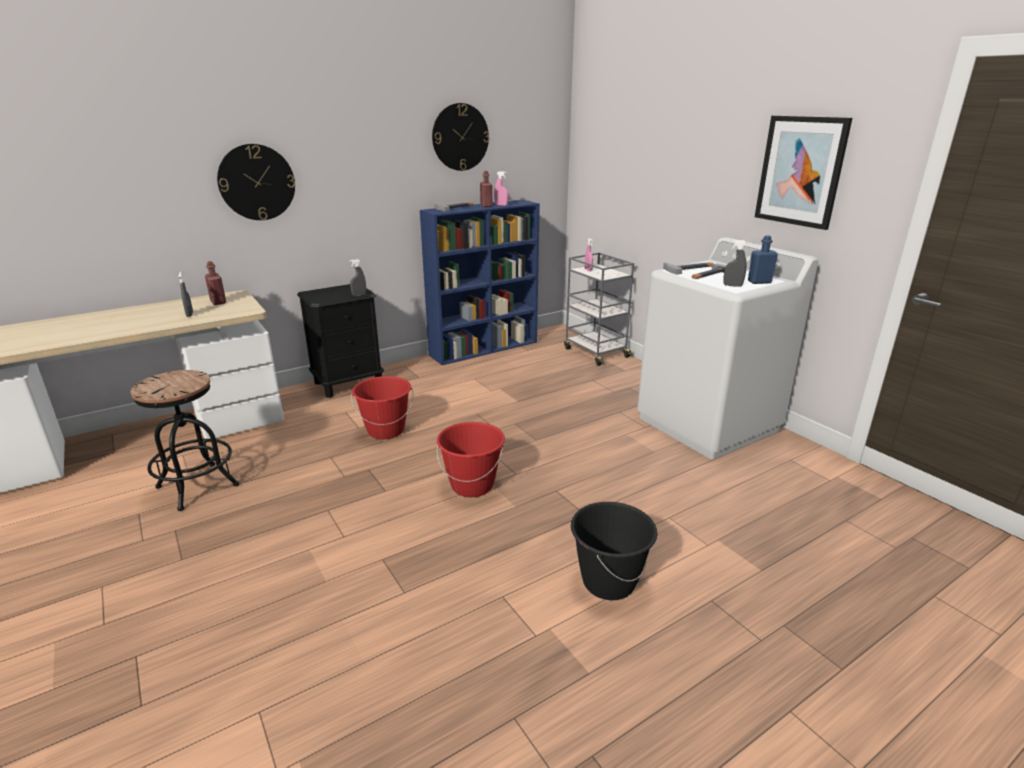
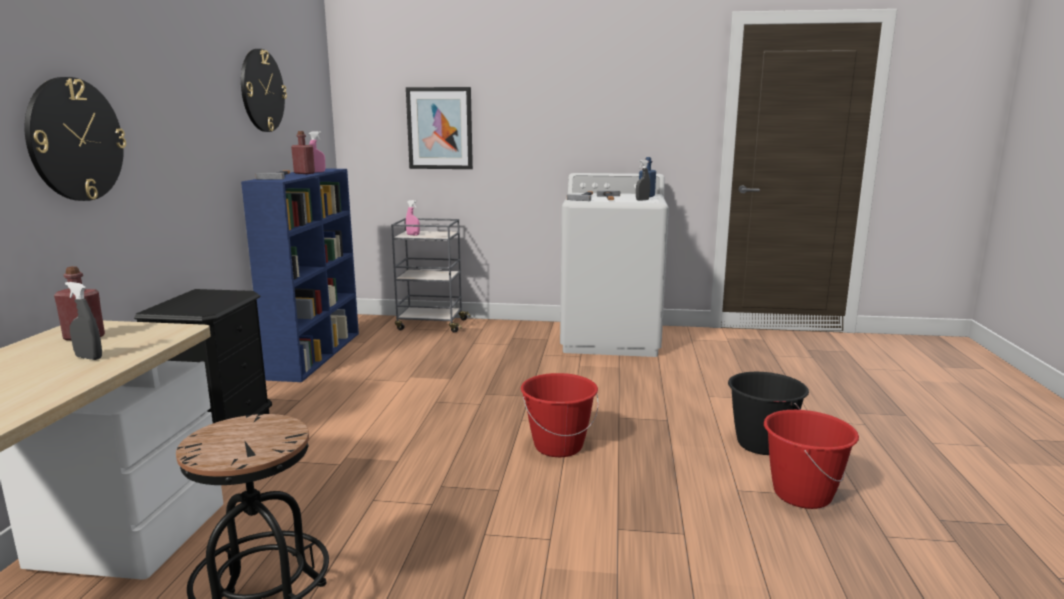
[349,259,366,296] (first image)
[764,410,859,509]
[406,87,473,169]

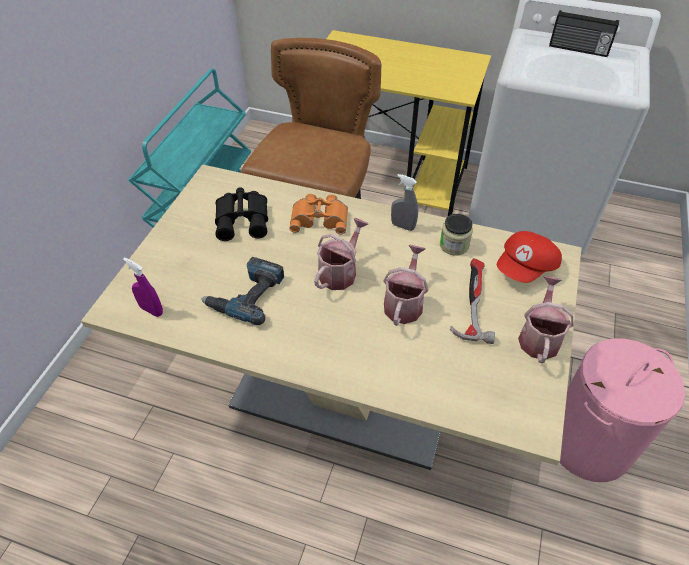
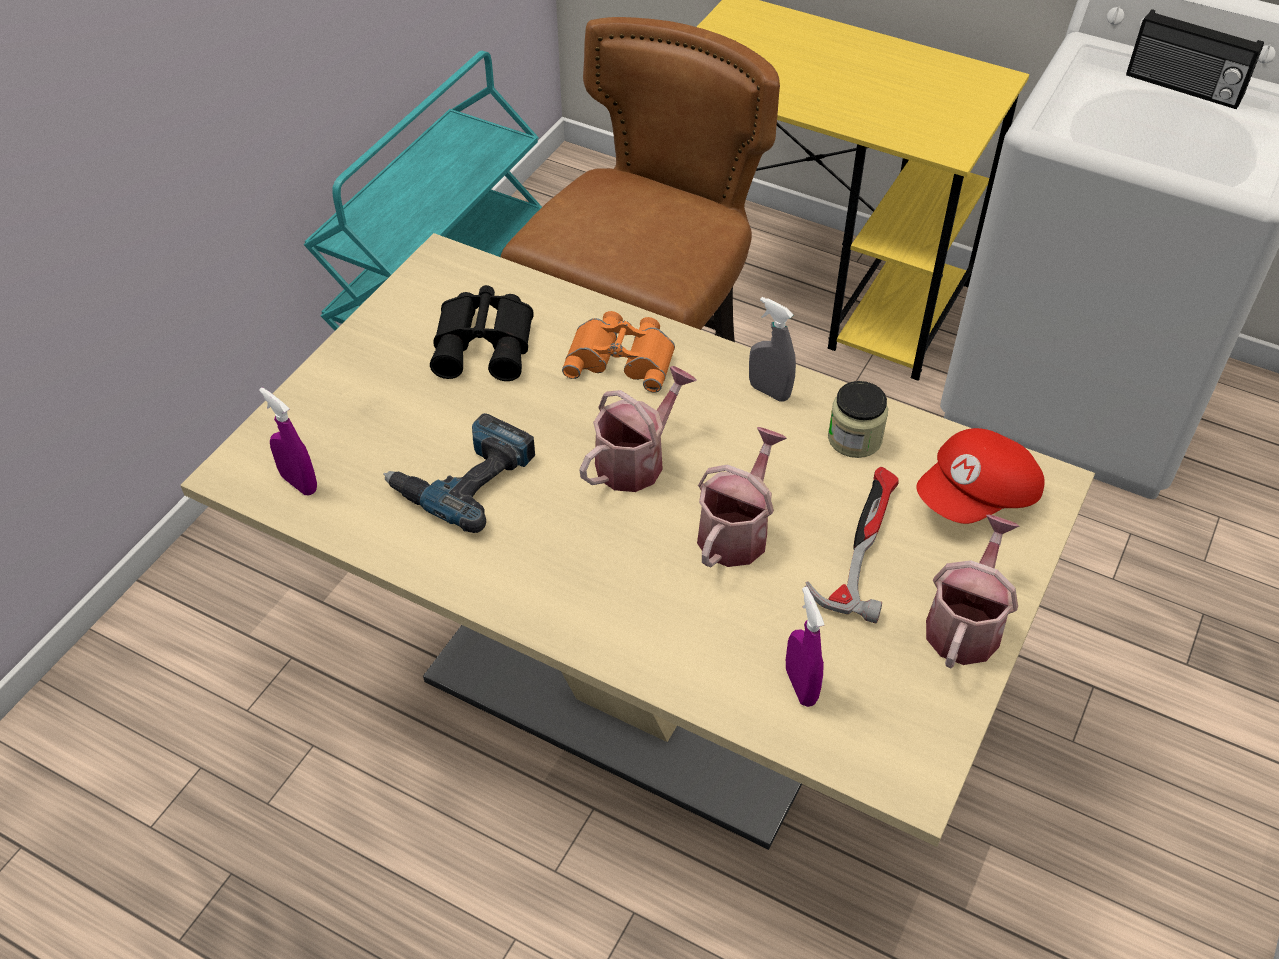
[559,339,685,482] (first image)
[786,587,824,707]

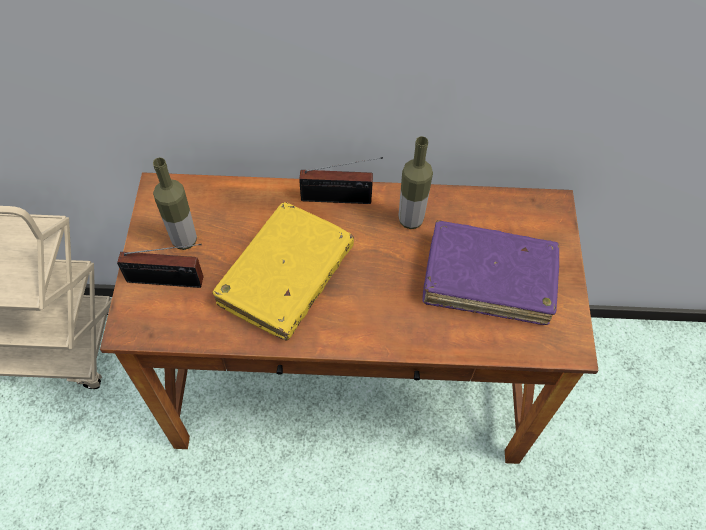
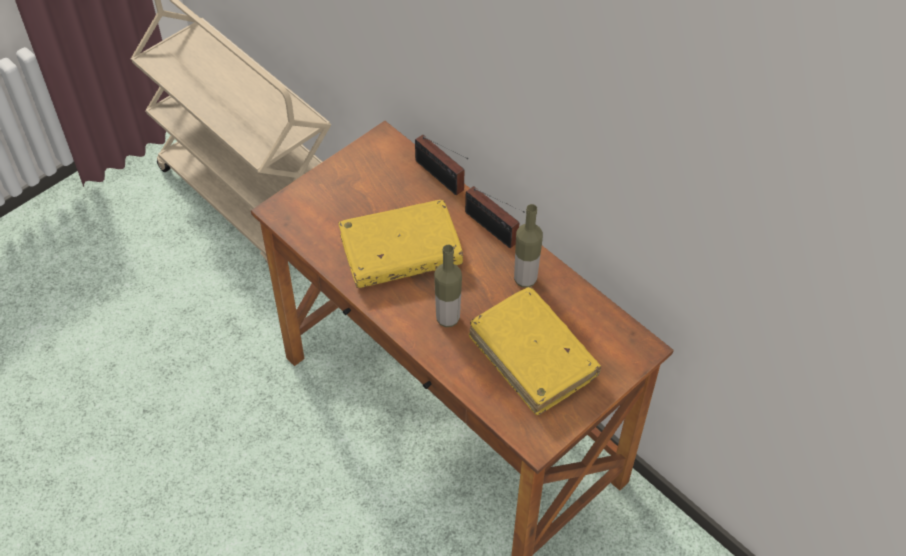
[415,135,468,195]
[434,245,462,327]
[469,287,601,415]

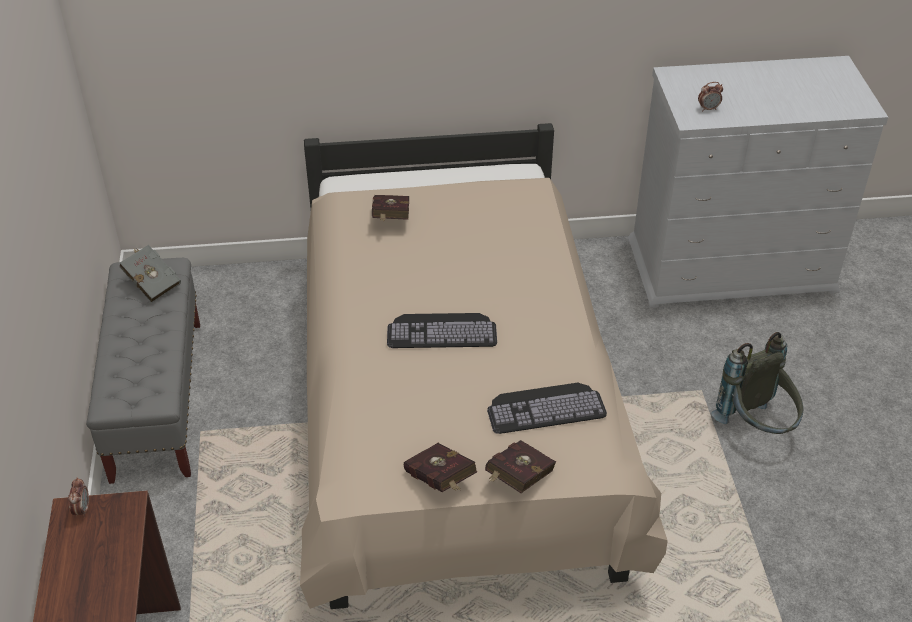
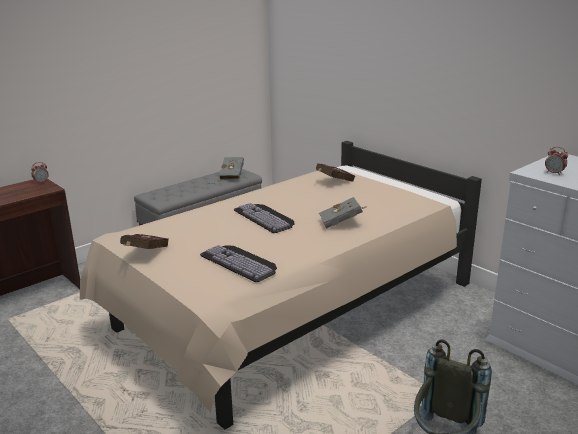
[485,440,556,493] (first image)
[319,197,367,229]

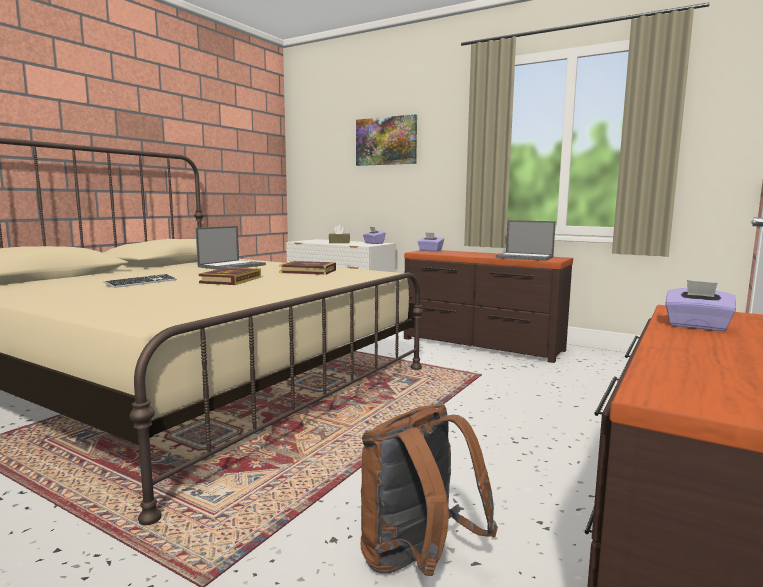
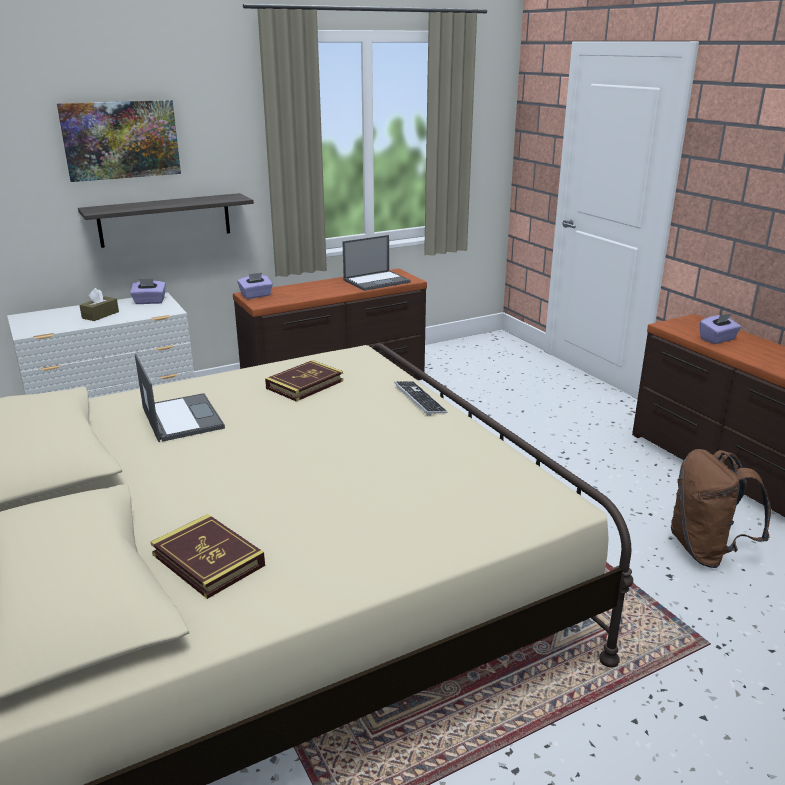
[394,381,448,415]
[151,514,265,599]
[78,193,254,248]

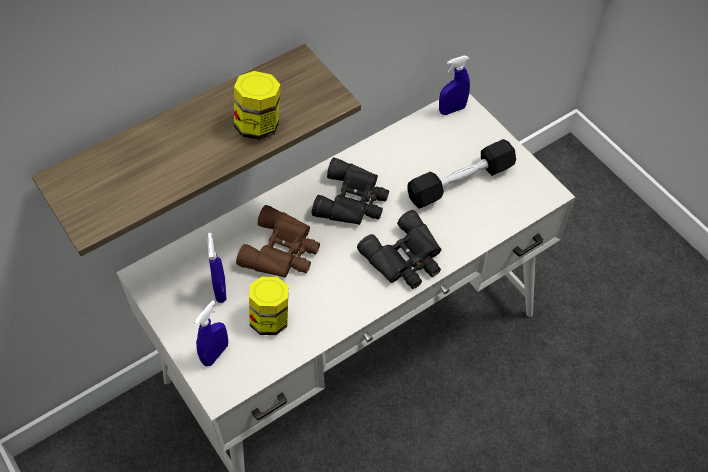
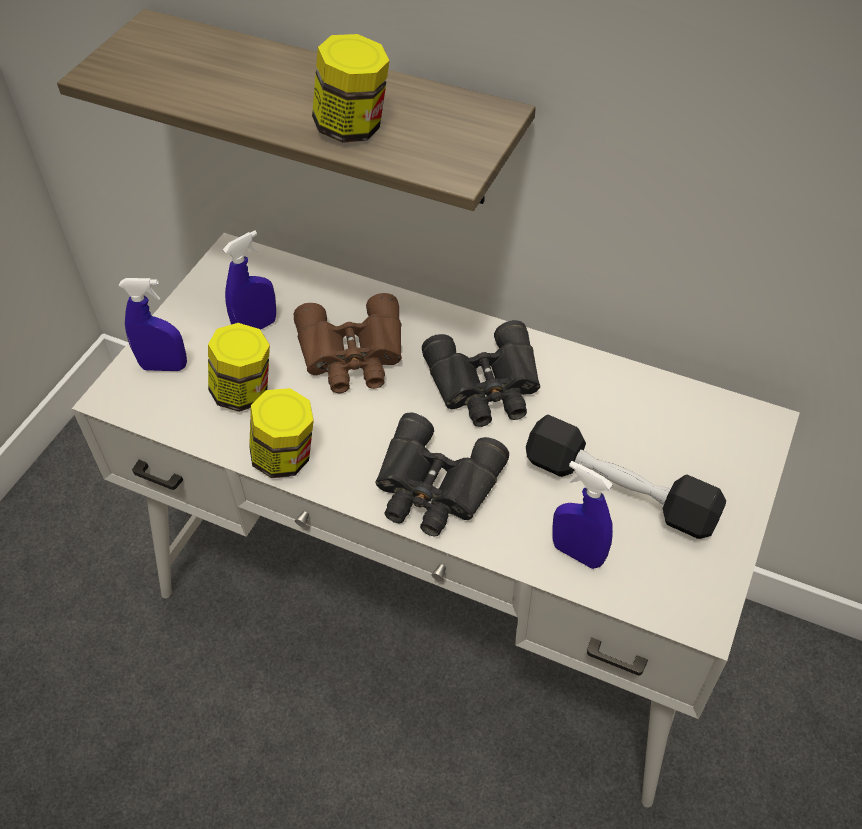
[552,461,613,569]
[249,388,314,478]

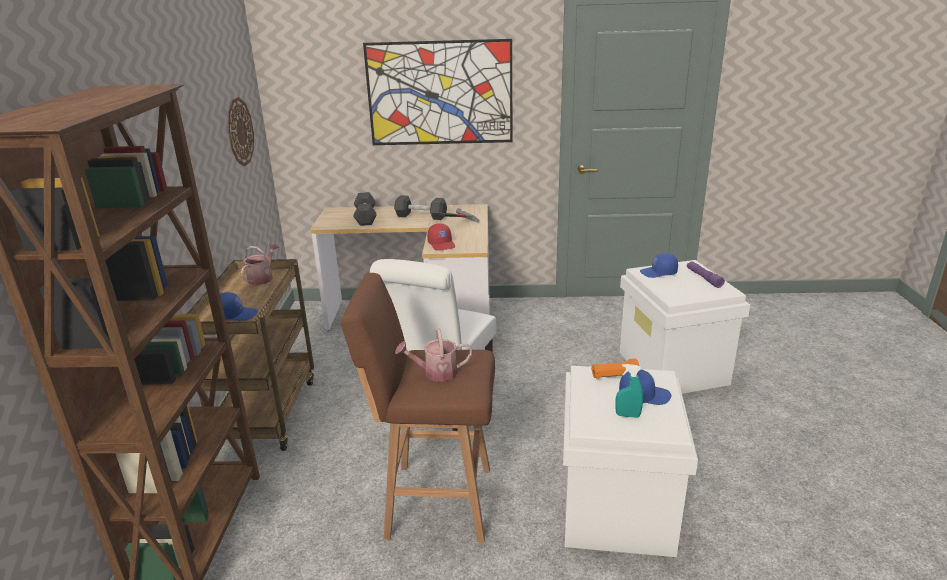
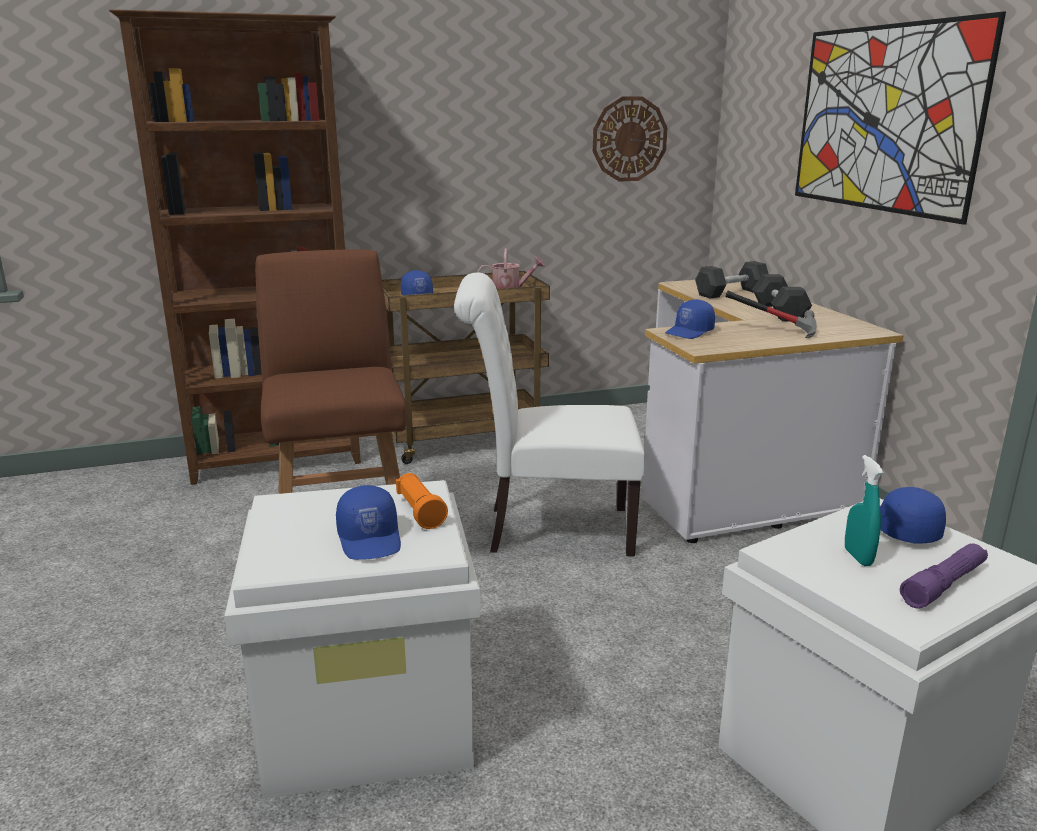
[395,328,472,382] (first image)
[665,299,715,339]
[845,455,884,566]

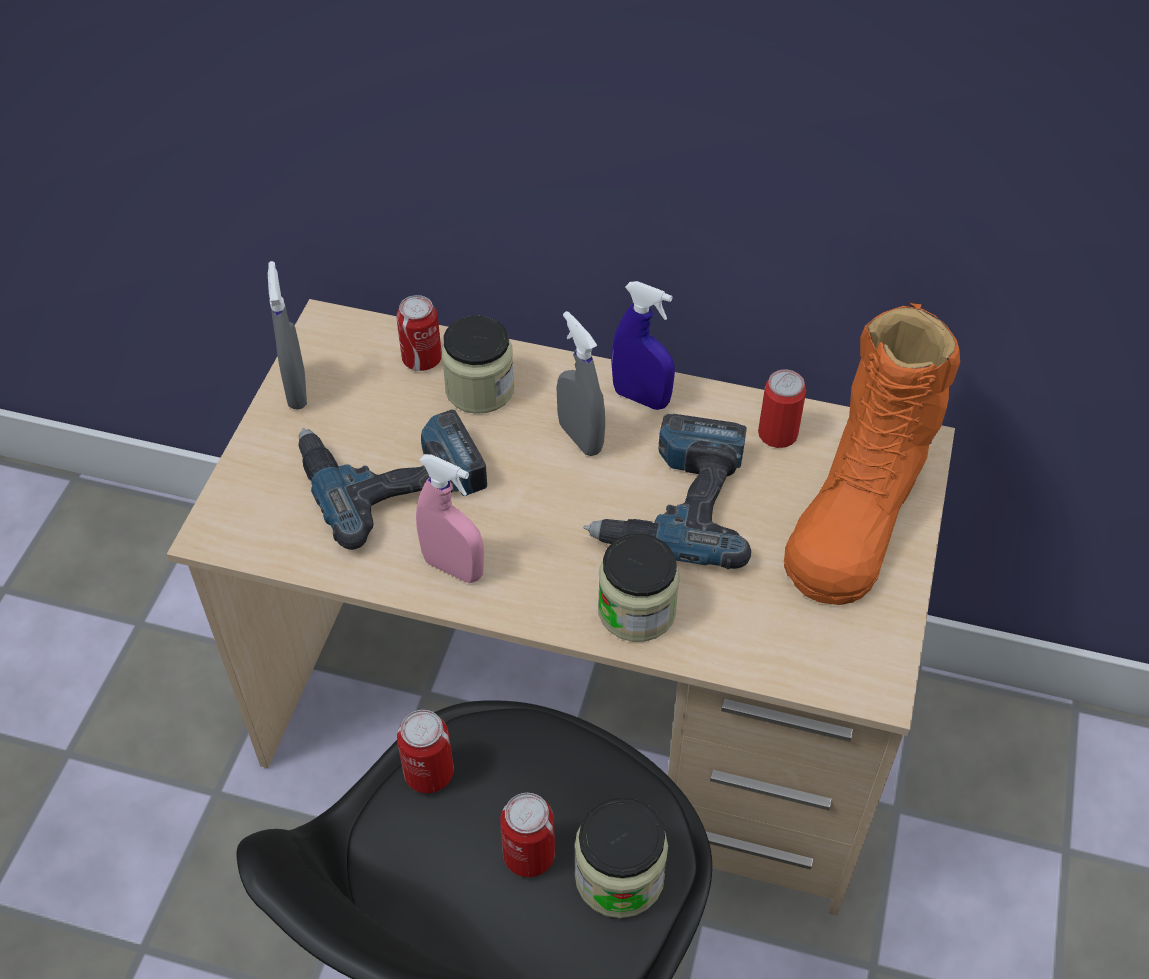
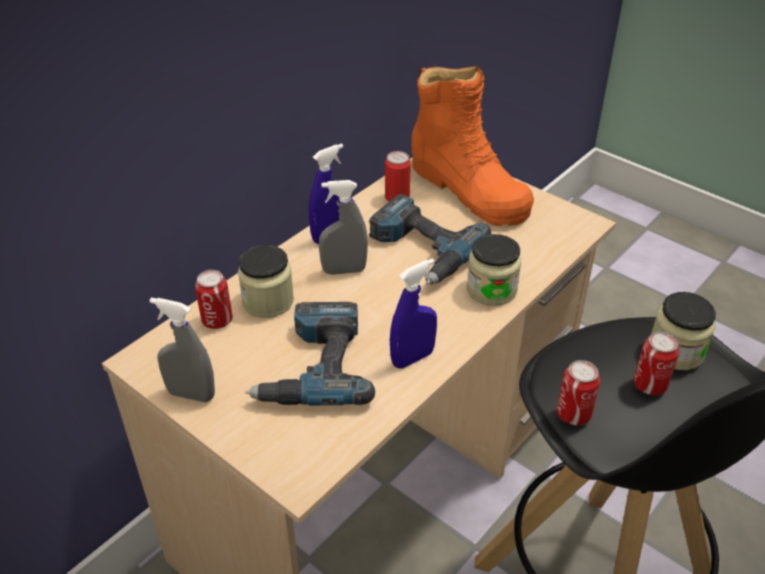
[390,258,437,368]

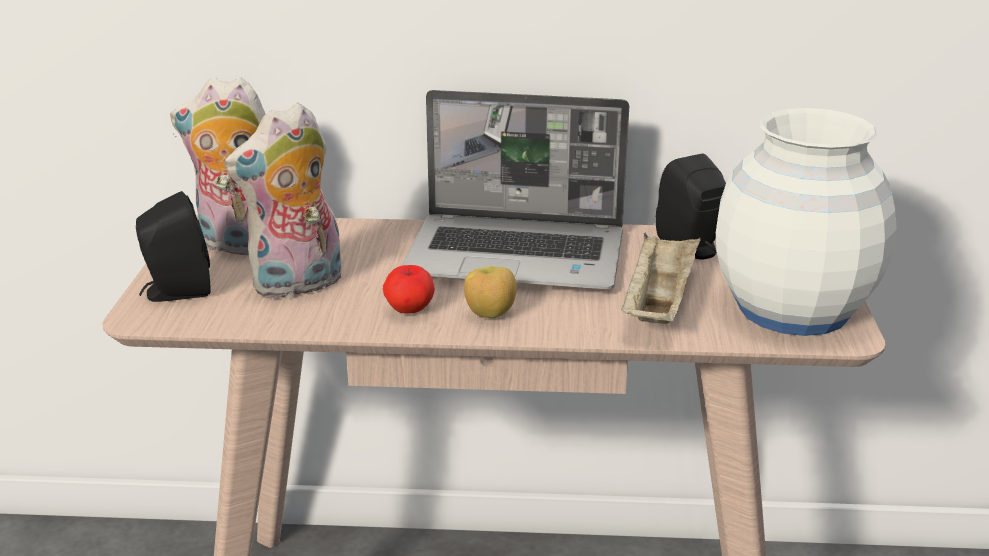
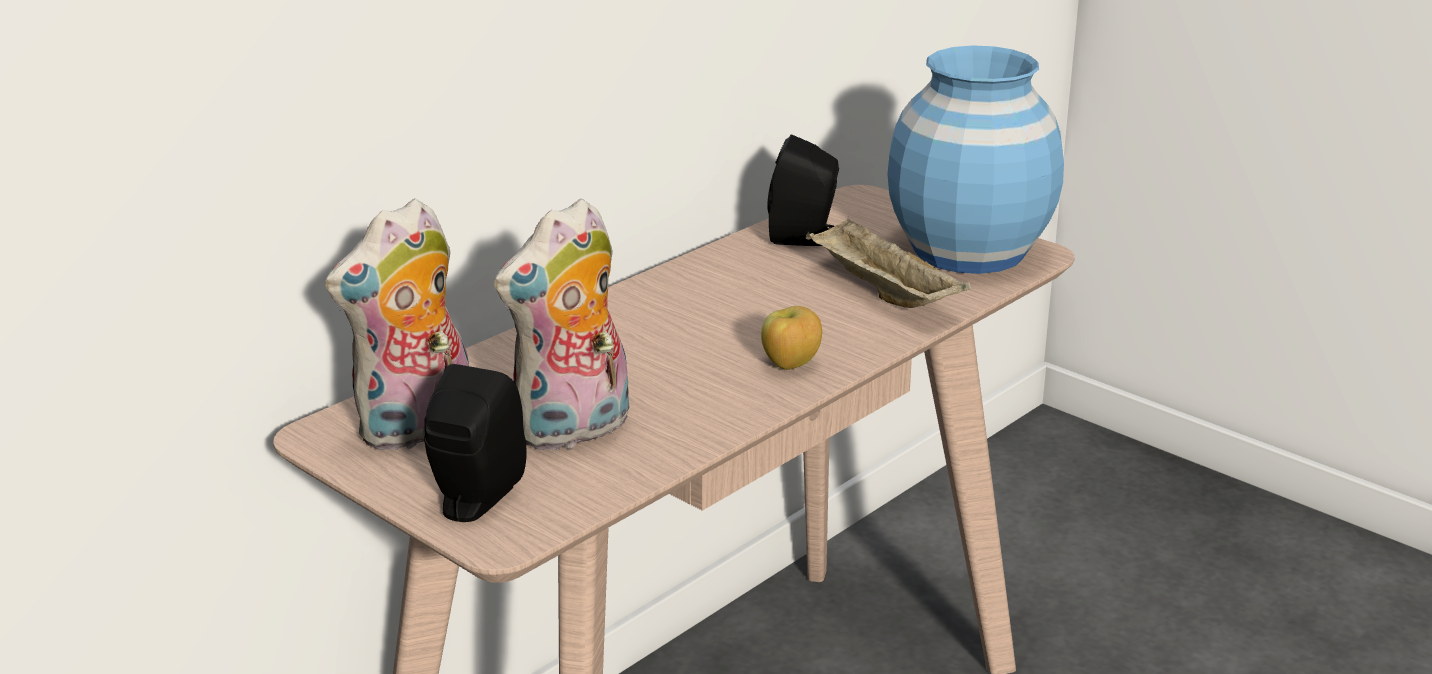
[494,198,629,452]
[383,265,435,314] (first image)
[401,90,629,289] (first image)
[887,45,1064,274]

